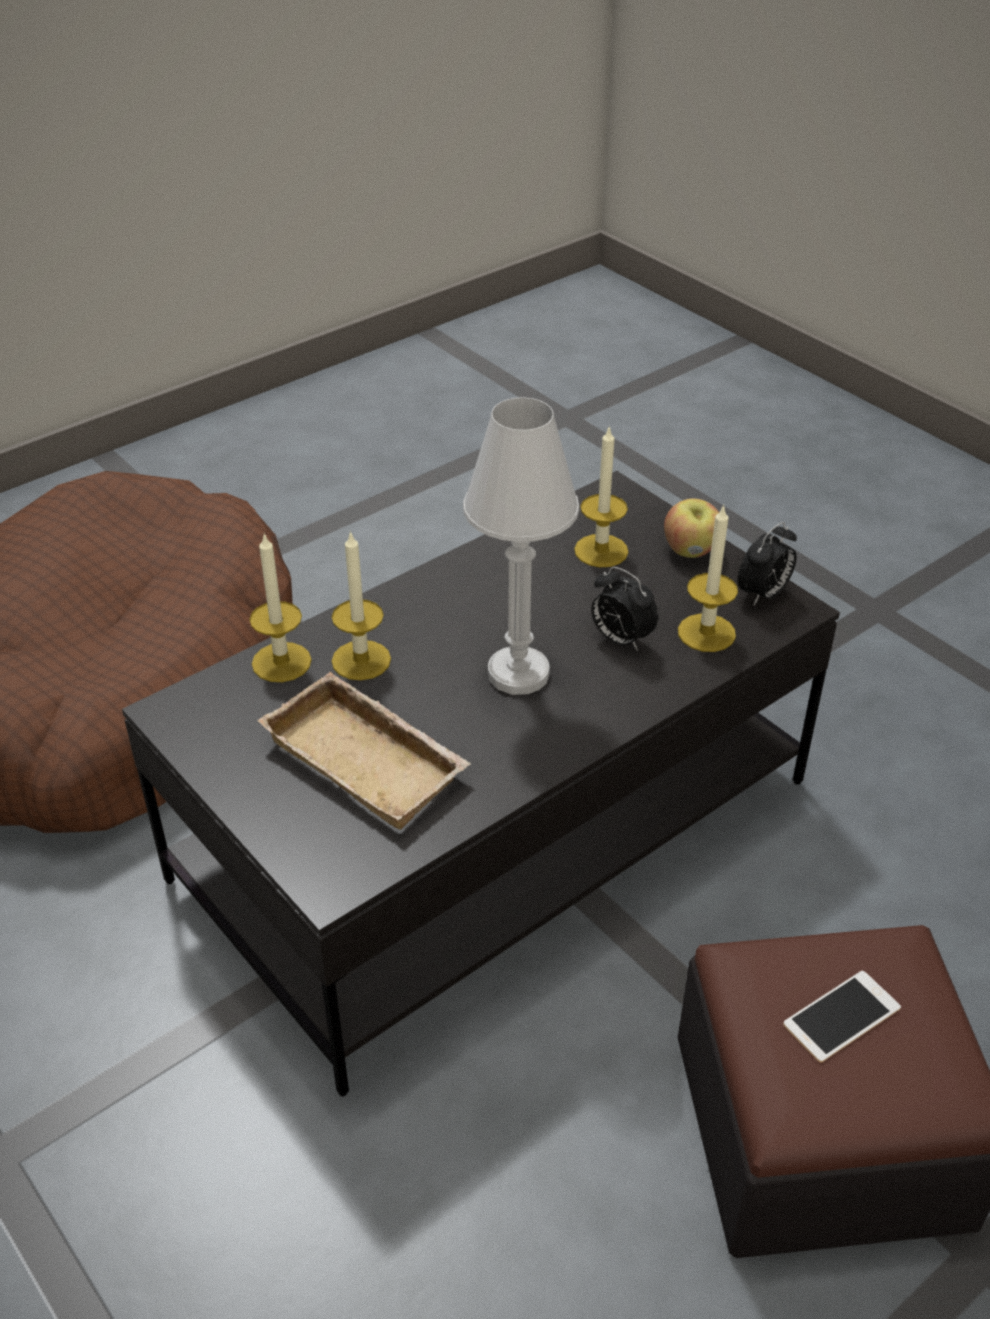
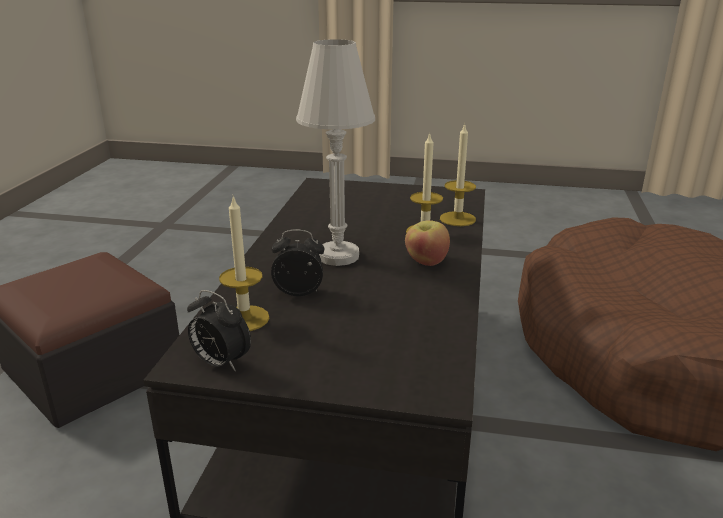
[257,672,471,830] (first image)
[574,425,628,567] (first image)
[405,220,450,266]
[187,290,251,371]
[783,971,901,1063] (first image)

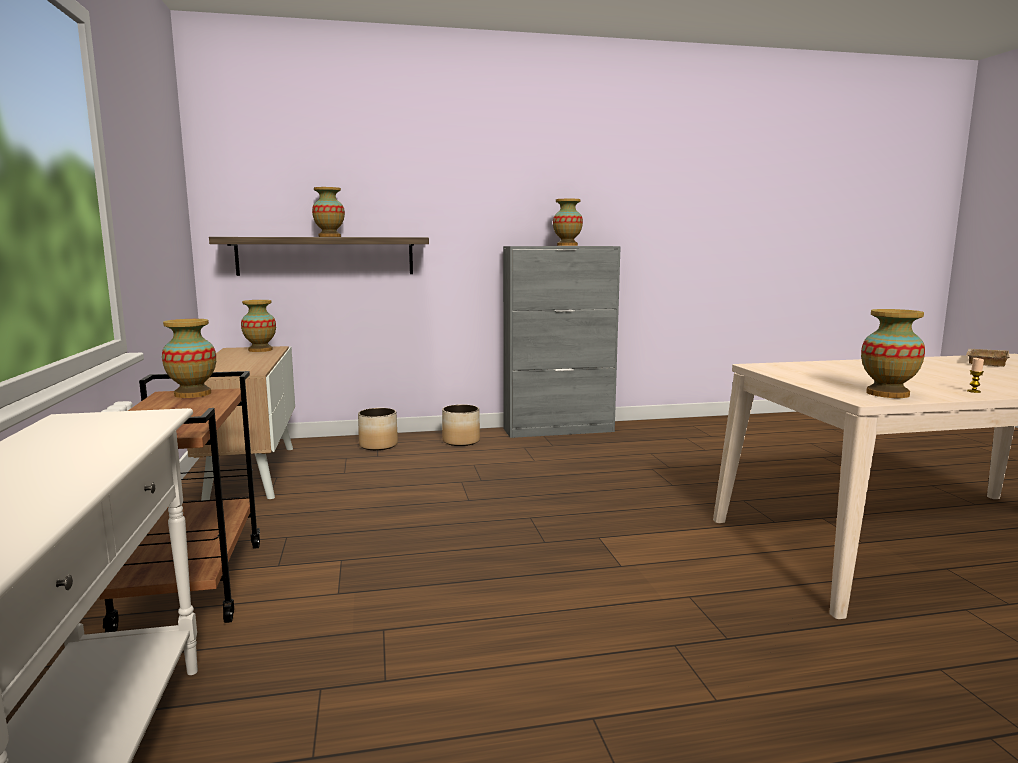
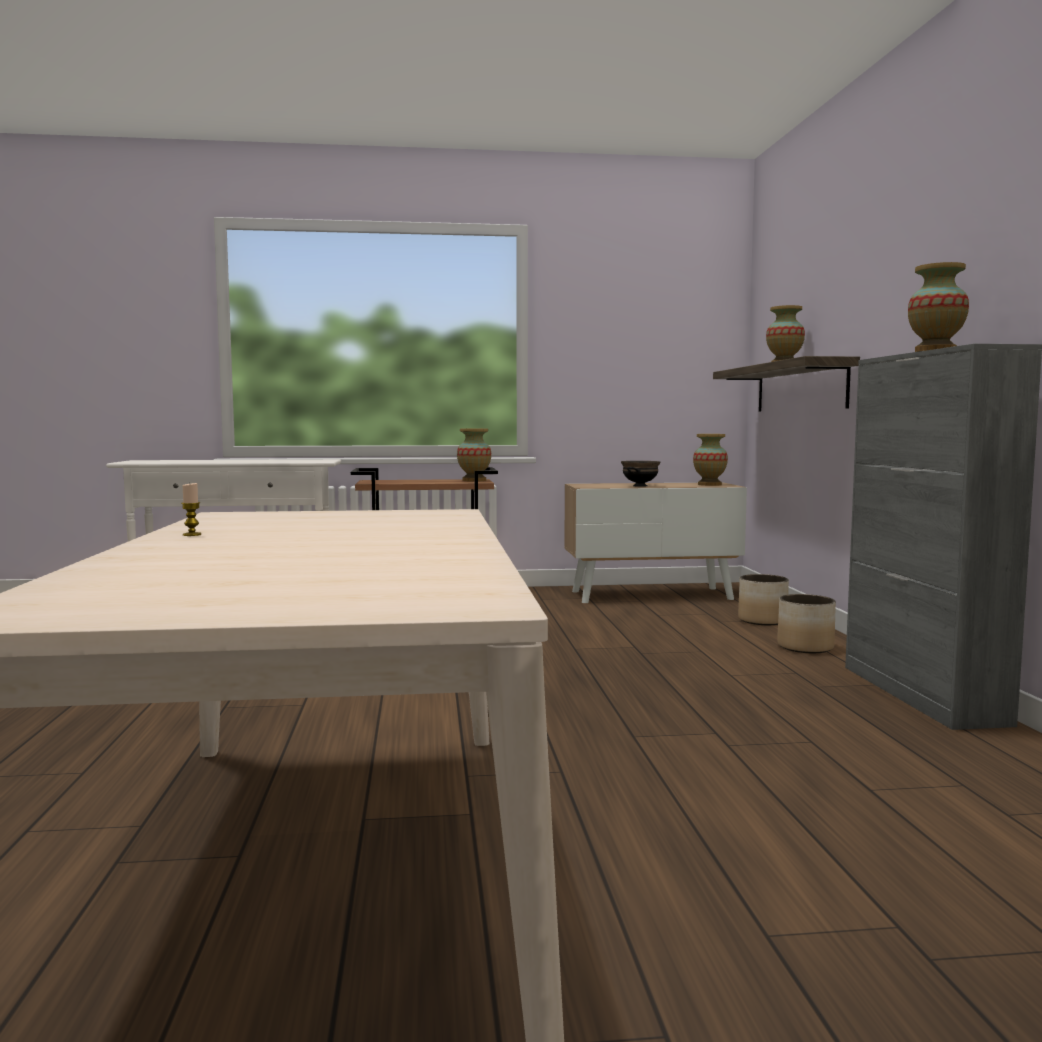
[861,309,925,398] (first image)
[966,349,1010,367] (first image)
[621,461,660,487]

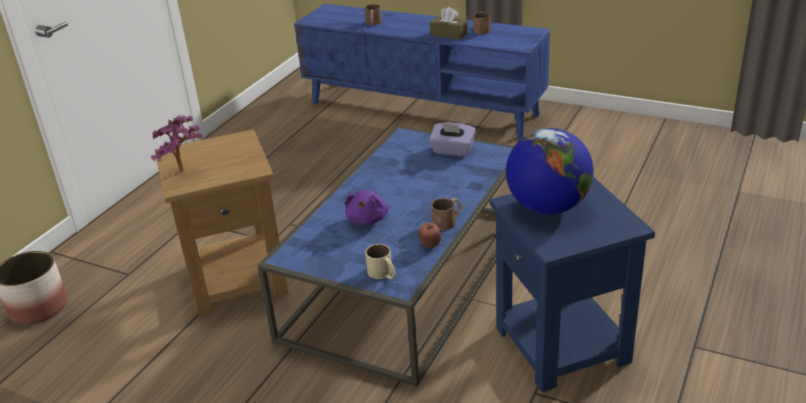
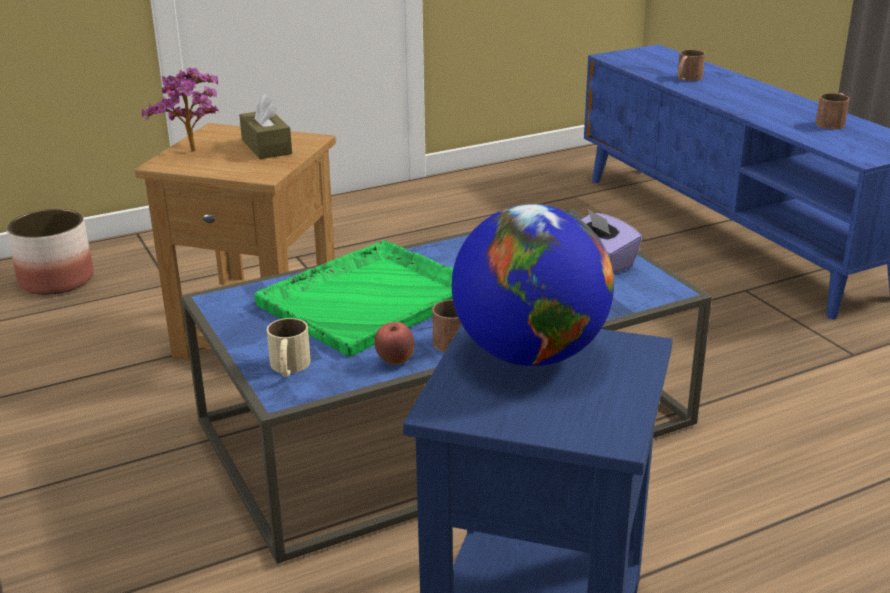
[254,240,453,357]
[239,94,292,159]

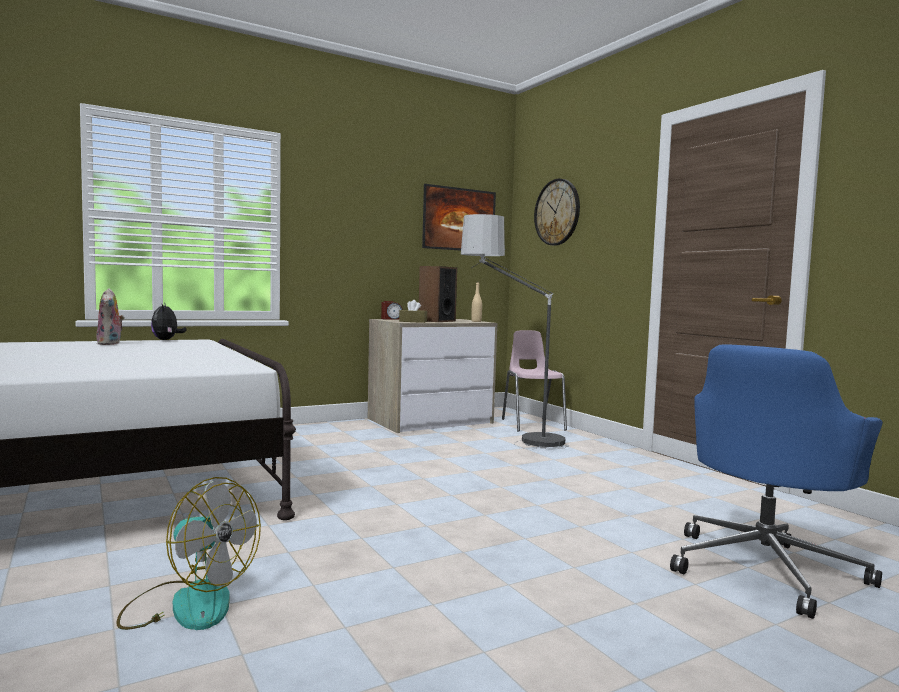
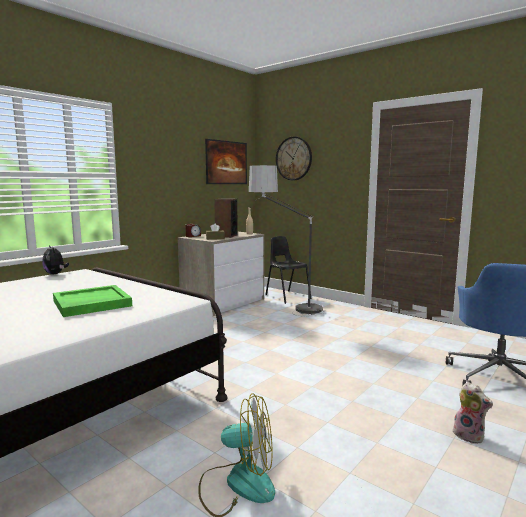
[451,382,493,444]
[265,236,312,304]
[53,285,132,317]

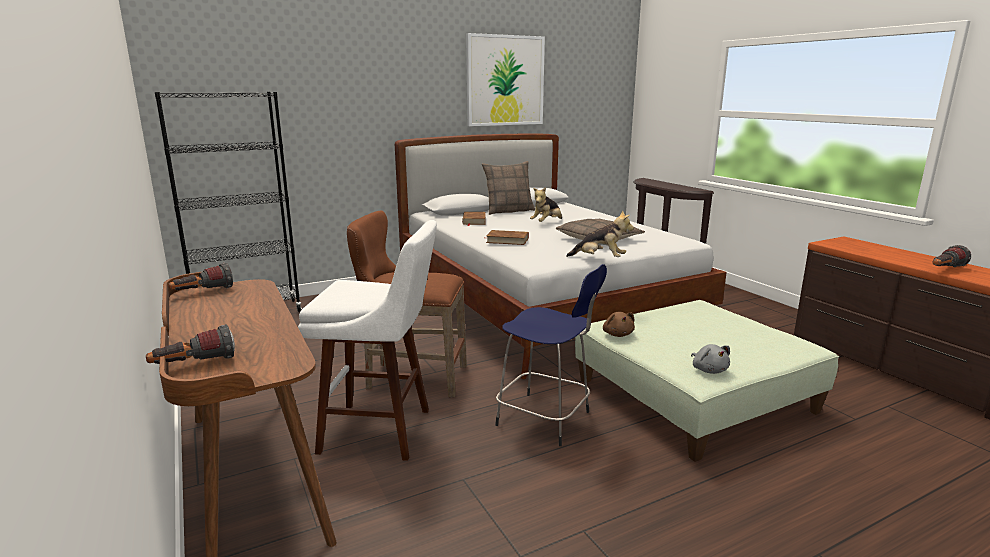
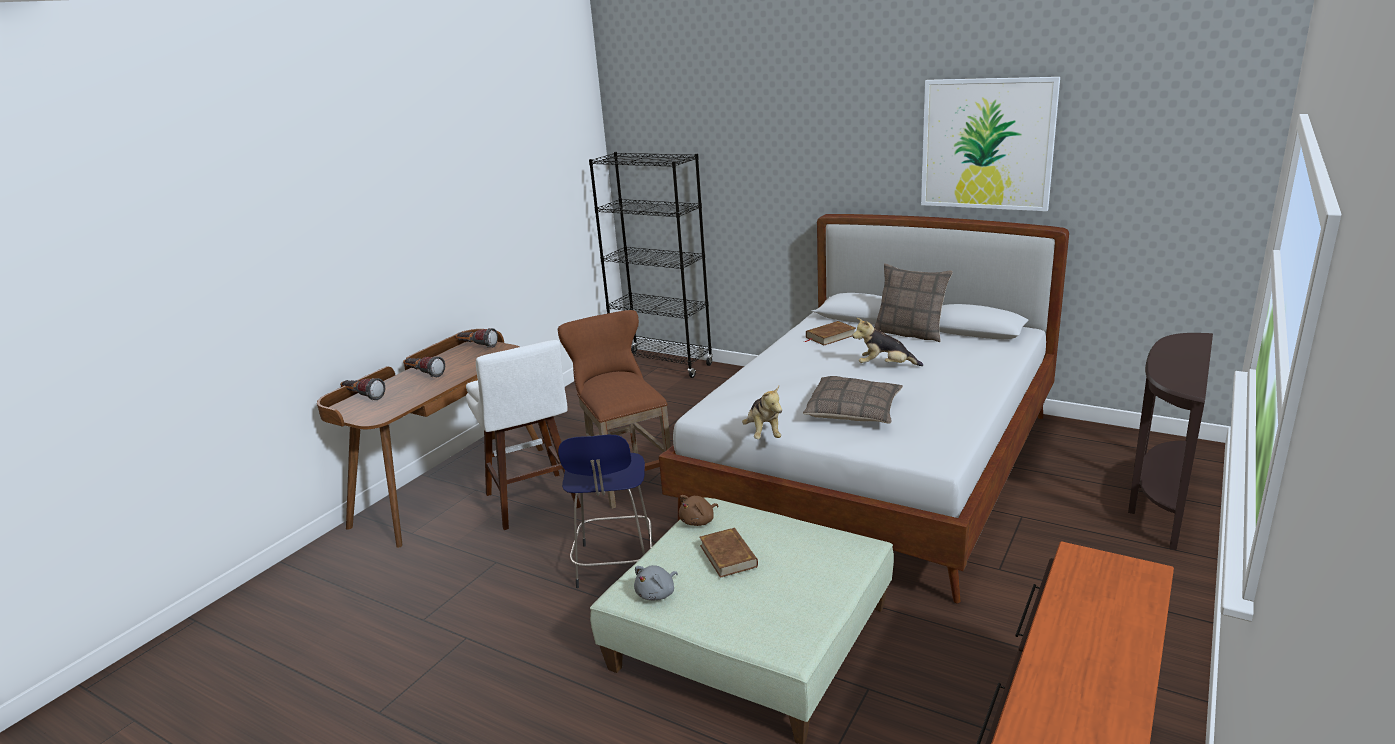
[699,528,758,578]
[403,356,445,377]

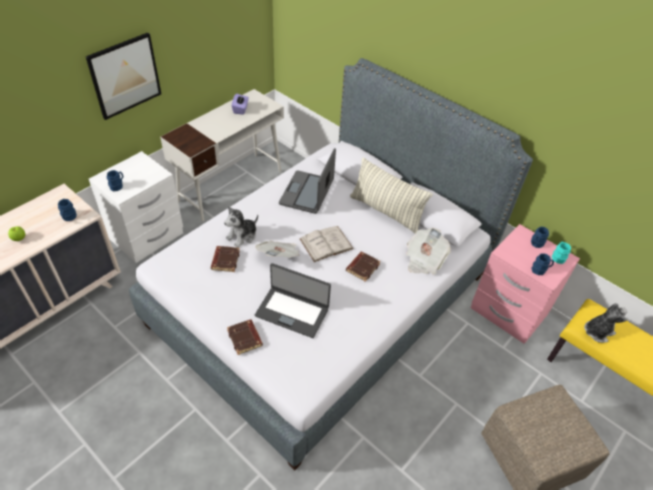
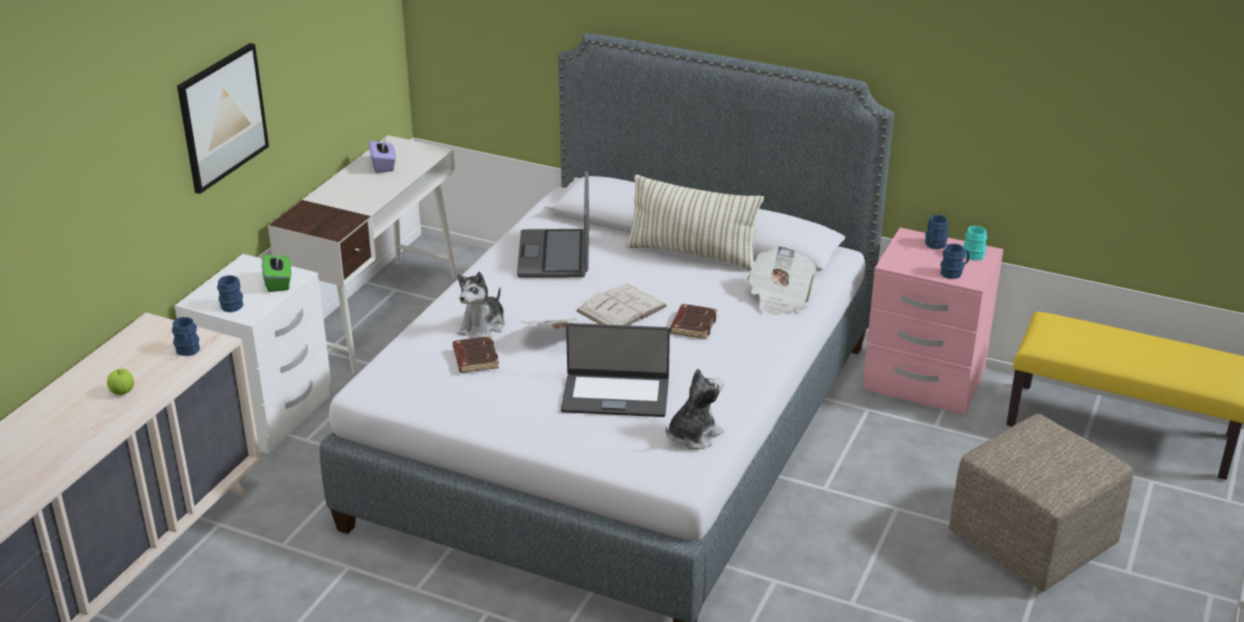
[227,319,263,355] (first image)
[665,369,724,450]
[262,250,291,292]

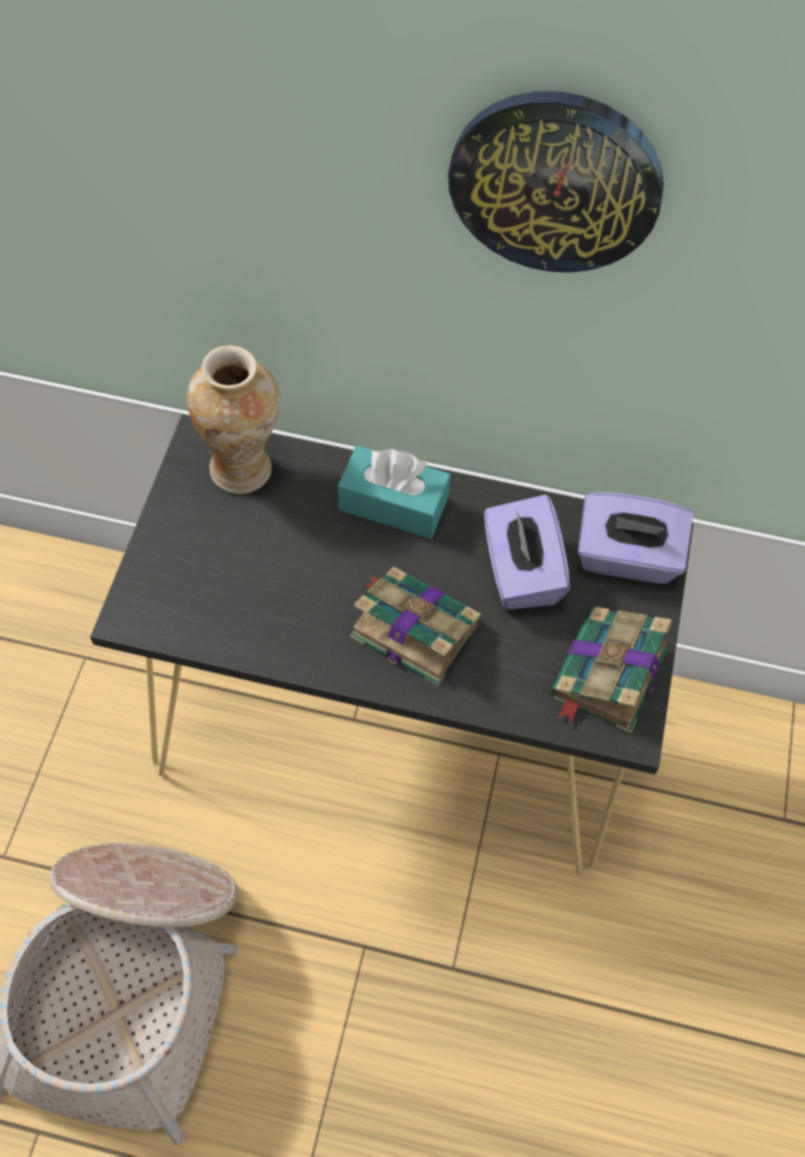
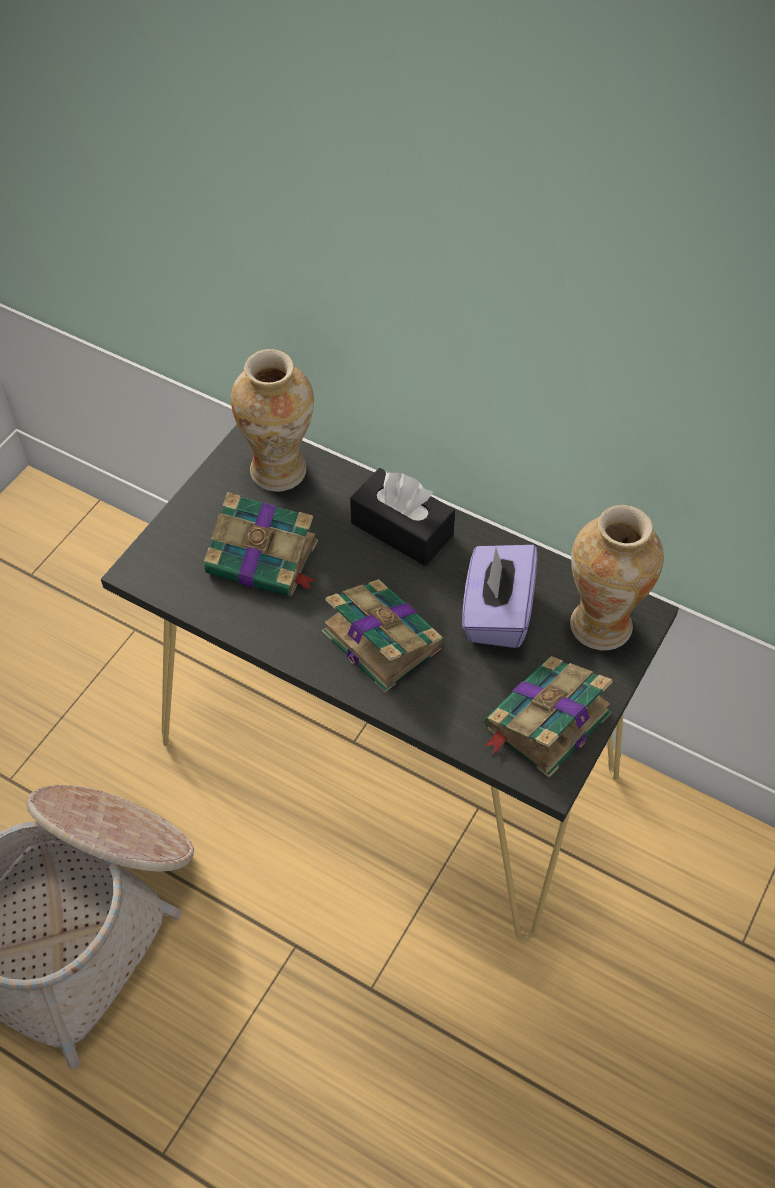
[350,468,455,566]
[448,91,664,273] (first image)
[570,505,664,650]
[204,492,318,596]

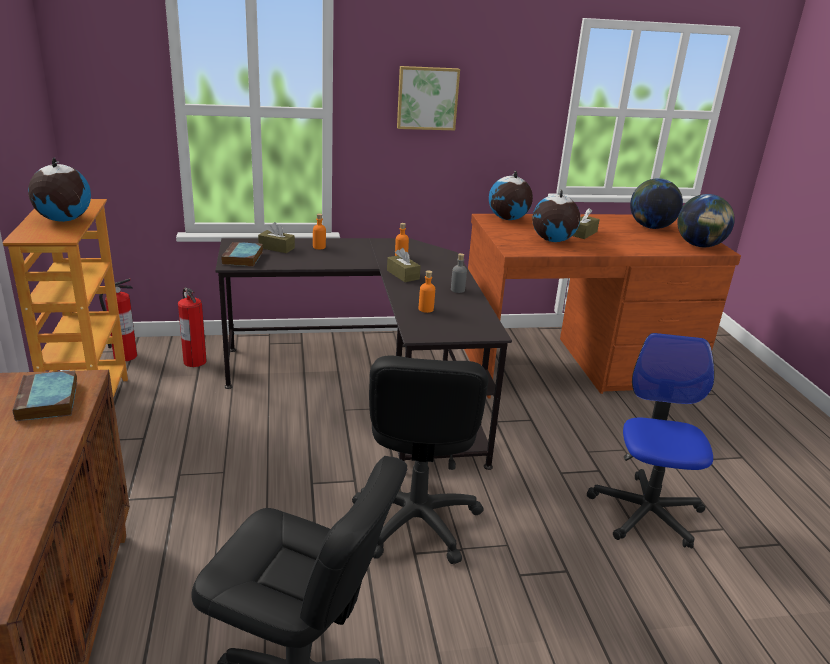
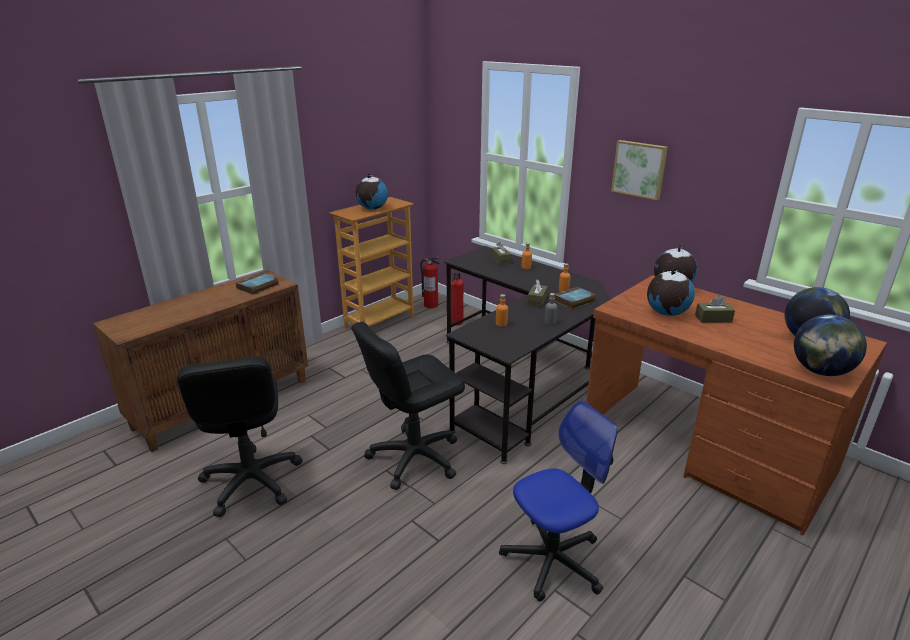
[554,287,595,309]

